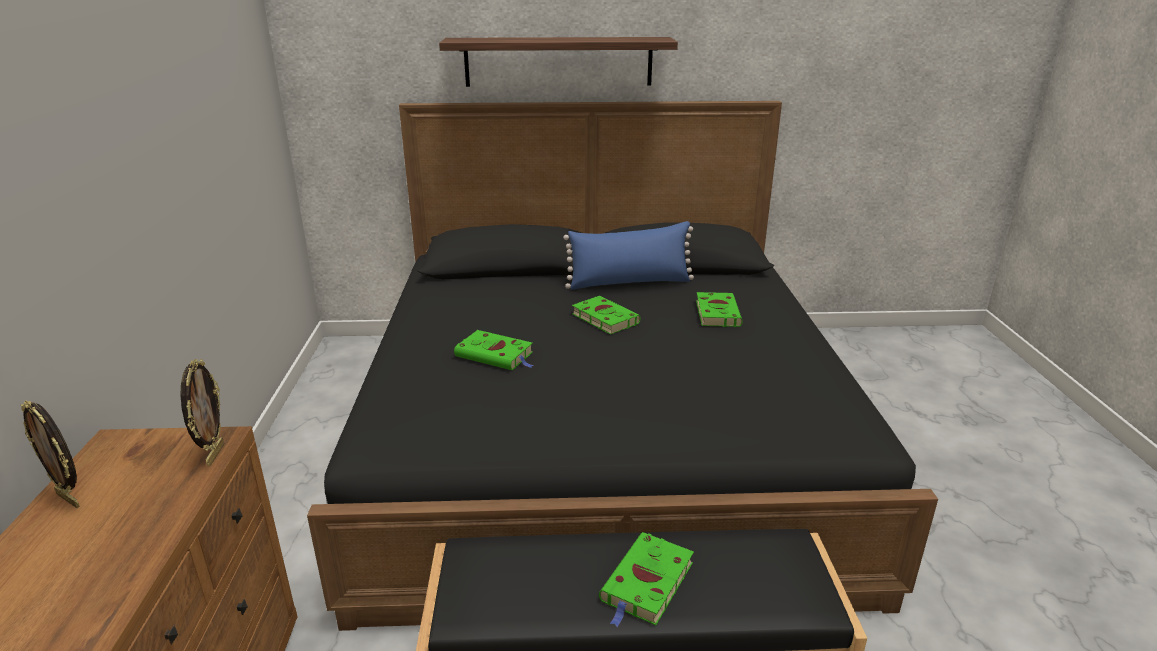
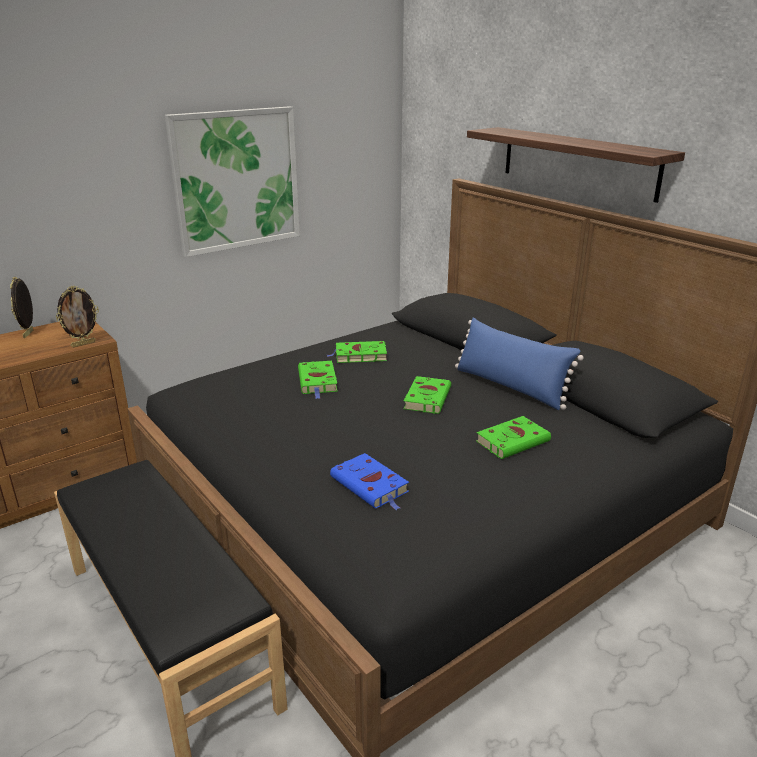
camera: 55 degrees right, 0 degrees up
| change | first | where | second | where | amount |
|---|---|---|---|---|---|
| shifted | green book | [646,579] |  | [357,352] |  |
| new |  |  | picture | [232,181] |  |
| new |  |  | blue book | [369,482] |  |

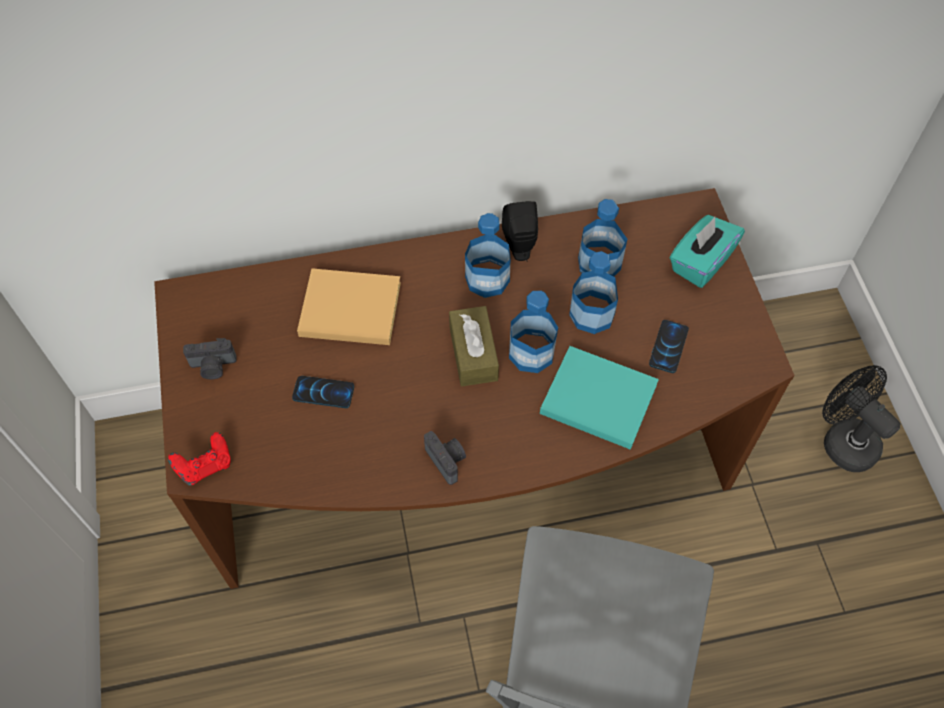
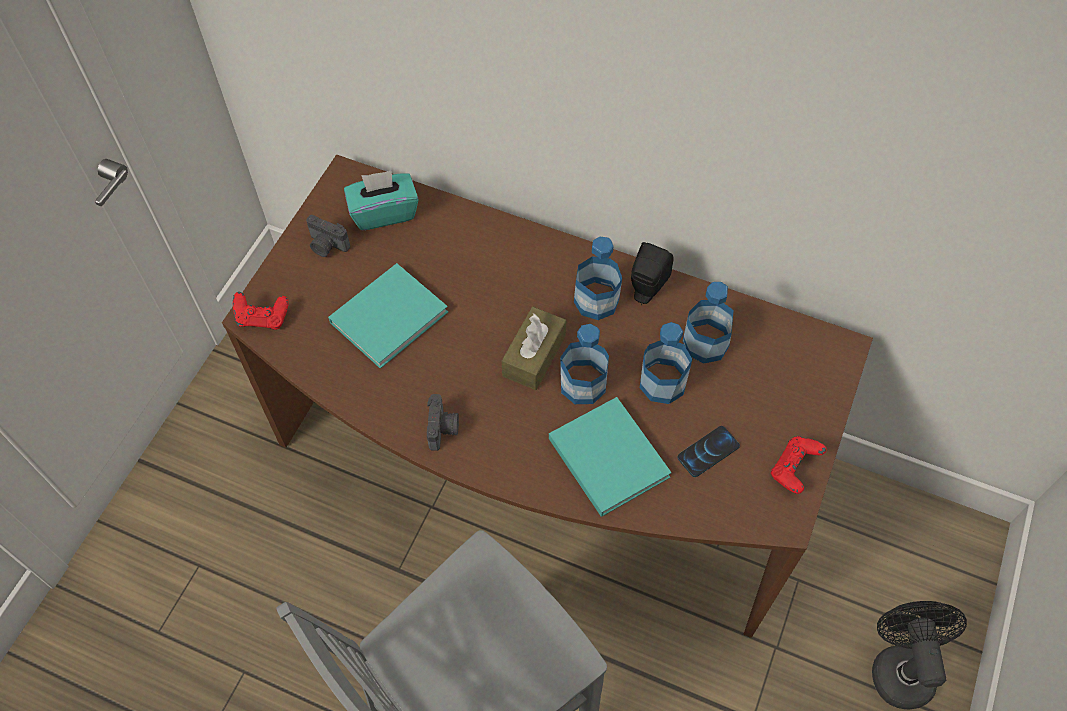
camera: 35 degrees right, 0 degrees up
| change | first | where | second | where | amount |
|---|---|---|---|---|---|
| swapped | phone | [323,392] | turquoise book | [388,316] |  |
| gone | beige book | [349,306] |  |  |  |
| shifted | turquoise tissue box | [707,251] |  | [381,200] |  |
| new |  |  | red game controller | [799,465] |  |

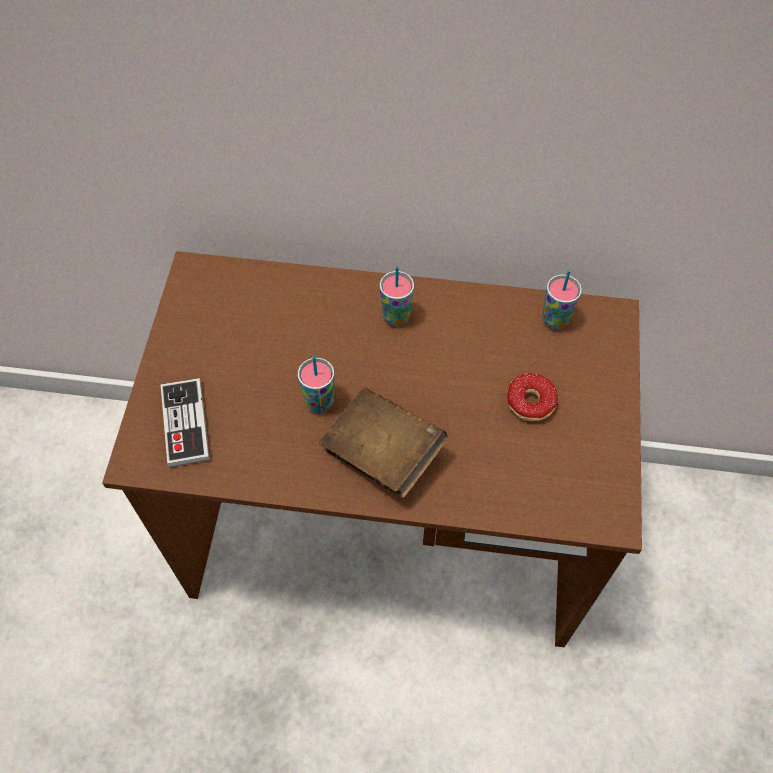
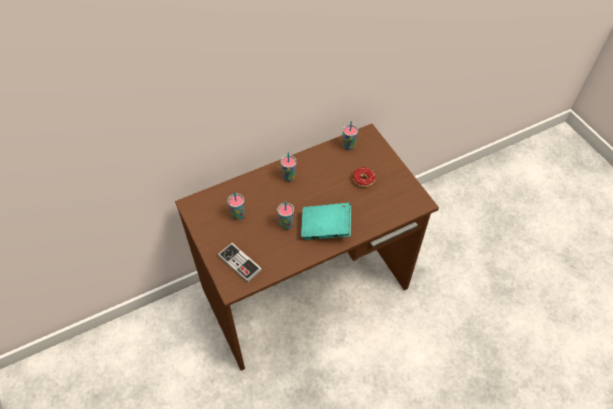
camera: 35 degrees left, 5 degrees down
| change | first | where | second | where | amount |
|---|---|---|---|---|---|
| repainted | brown book | [383,443] | turquoise book | [326,221] |  |
| new |  |  | cup | [236,206] |  |

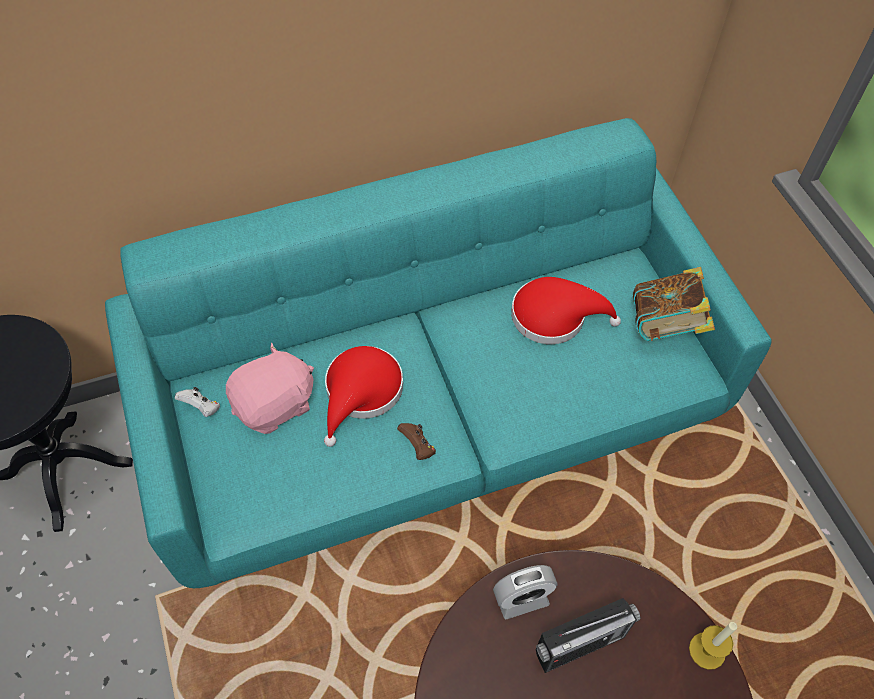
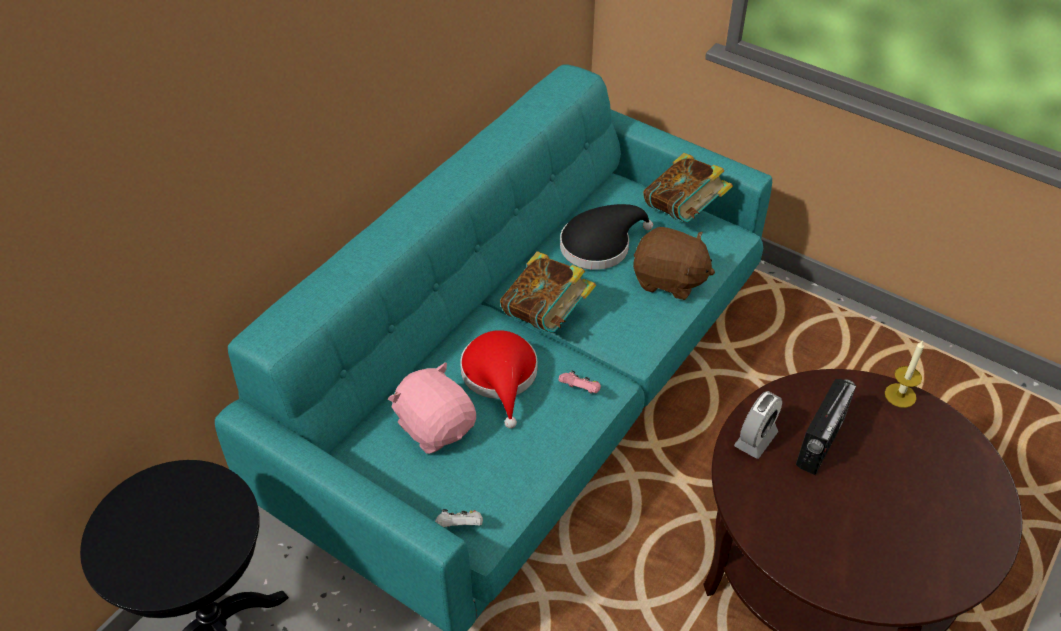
camera: 35 degrees left, 10 degrees down
| change | first | where | second | where | amount |
|---|---|---|---|---|---|
| shifted | white game controller | [197,402] |  | [459,518] |  |
| rotated | pink plush toy | [270,388] |  | [432,408] | 60 degrees counterclockwise |
| repainted | brown game controller | [416,441] | pink game controller | [579,382] |  |
| repainted | red hat | [566,310] | black hat | [606,237] |  |
| new |  |  | book | [548,292] |  |
| new |  |  | brown plush toy | [674,263] |  |

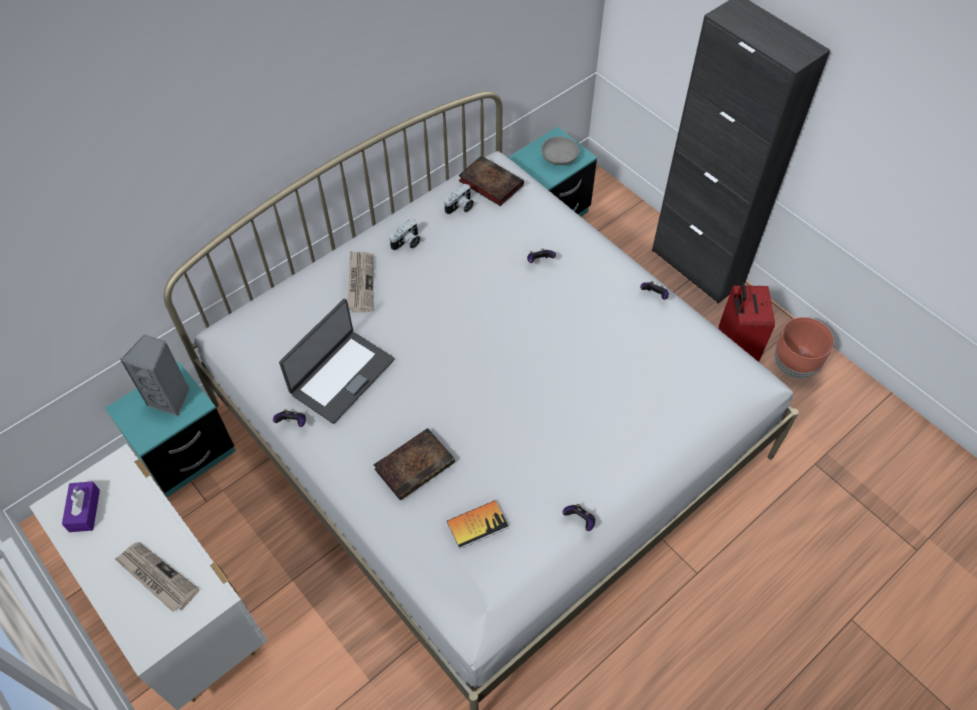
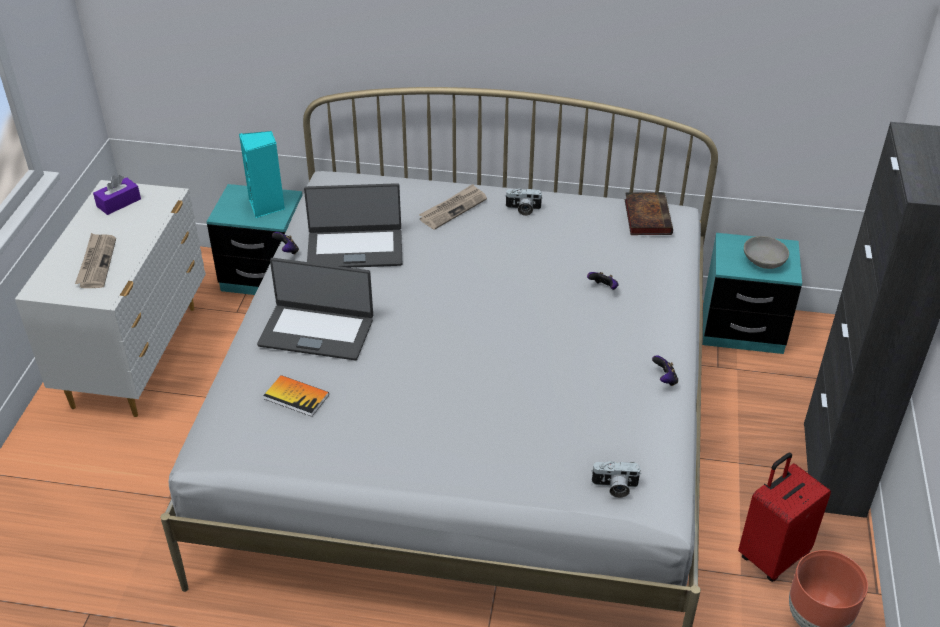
camera: 50 degrees right, 15 degrees down
| change | first | where | second | where | amount |
|---|---|---|---|---|---|
| repainted | grey speaker | [155,375] | turquoise speaker | [262,174] |  |
| swapped | book | [414,464] | laptop | [315,309] |  |
| shifted | photo camera | [459,199] |  | [617,479] |  |
| gone | game controller | [578,517] |  |  |  |

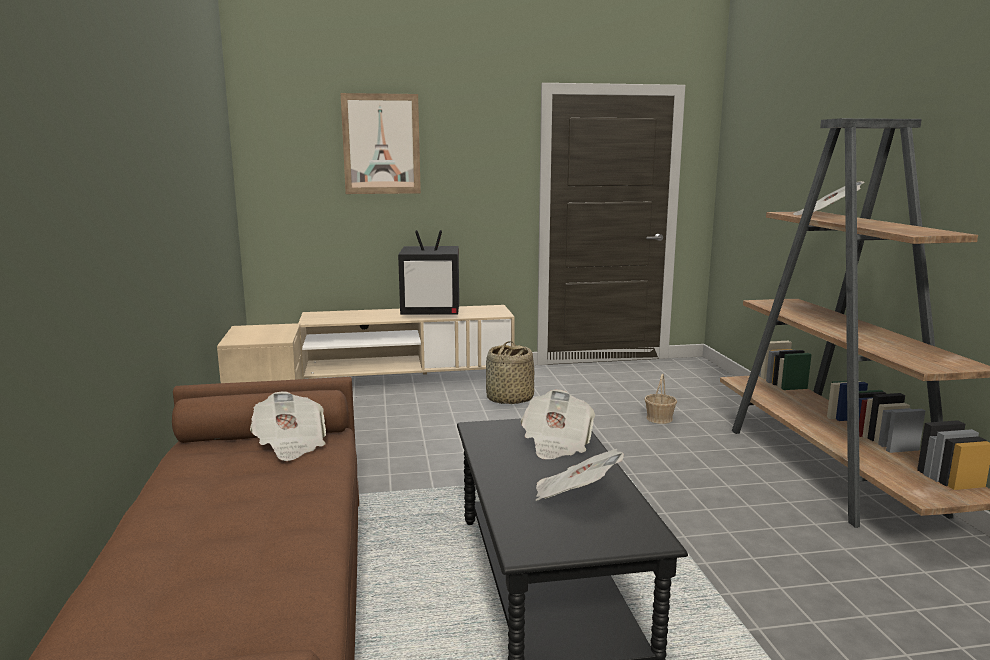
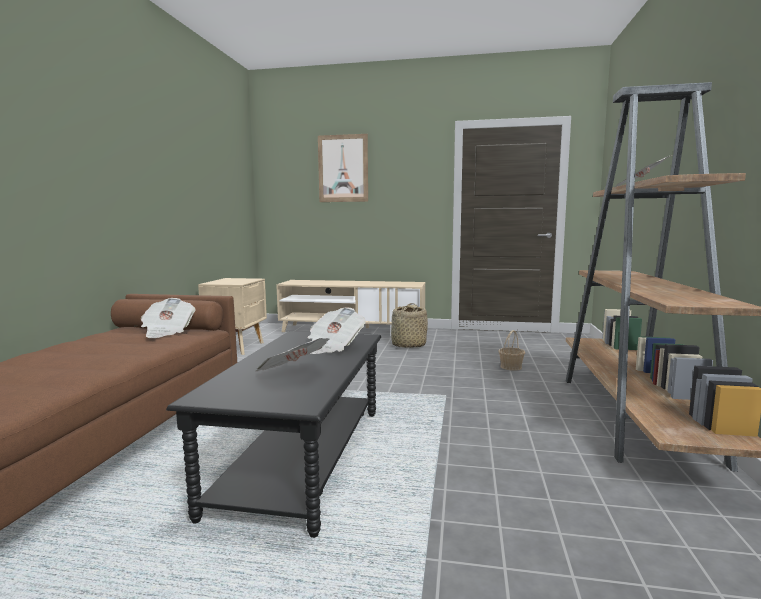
camera: 20 degrees right, 5 degrees down
| change | first | where | second | where | amount |
|---|---|---|---|---|---|
| gone | television | [428,272] |  |  |  |

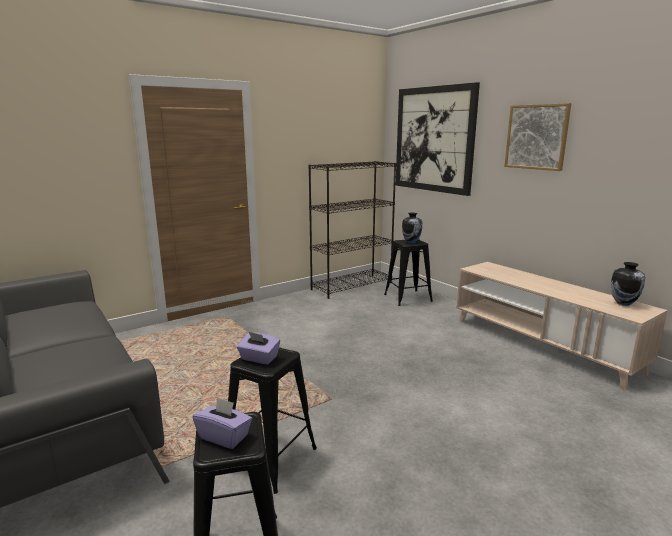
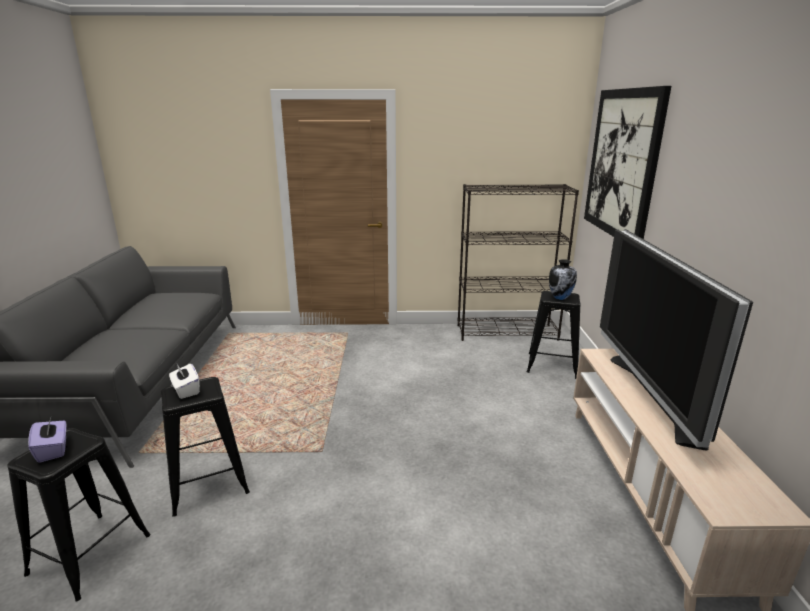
camera: 35 degrees right, 5 degrees up
| change | first | where | second | where | amount |
|---|---|---|---|---|---|
| repainted | purple tissue box | [258,348] | white tissue box | [184,381] |  |
| gone | picture | [537,137] |  |  |  |
| gone | vase | [628,284] |  |  |  |
| new |  |  | television | [676,340] |  |

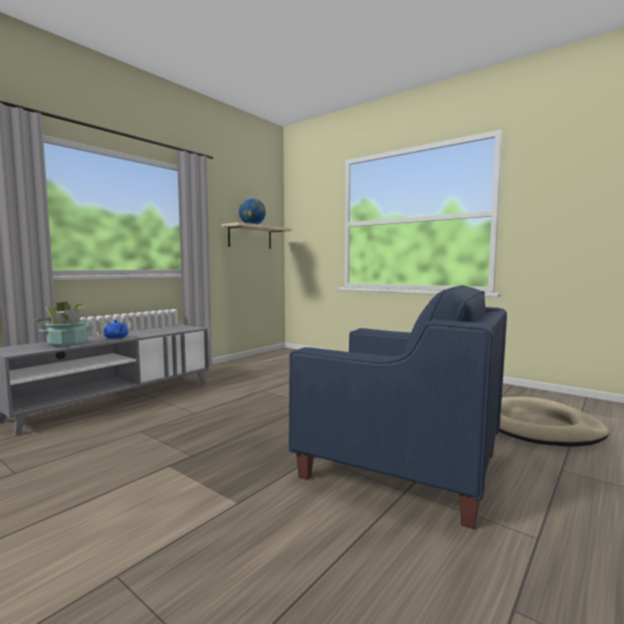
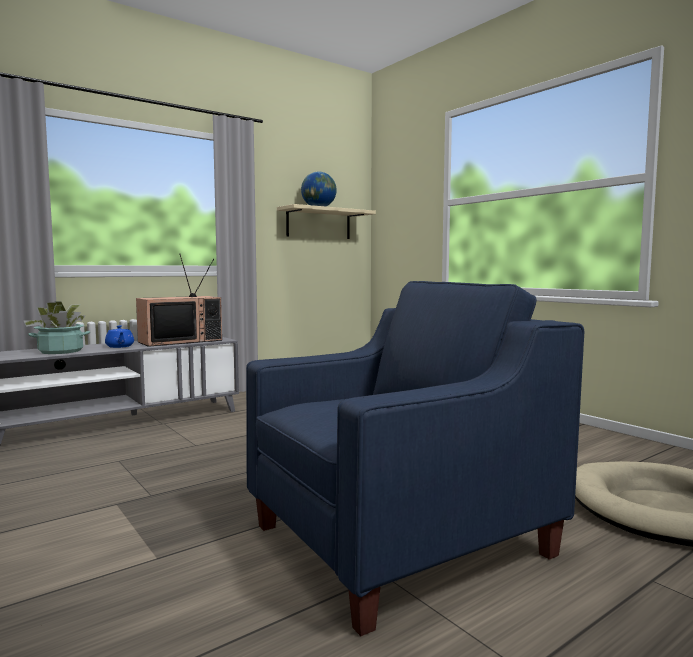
camera: 15 degrees right, 0 degrees up
| change | first | where | second | where | amount |
|---|---|---|---|---|---|
| rotated | blue armchair | [398,407] |  | [415,458] | 75 degrees counterclockwise |
| new |  |  | television | [179,301] |  |

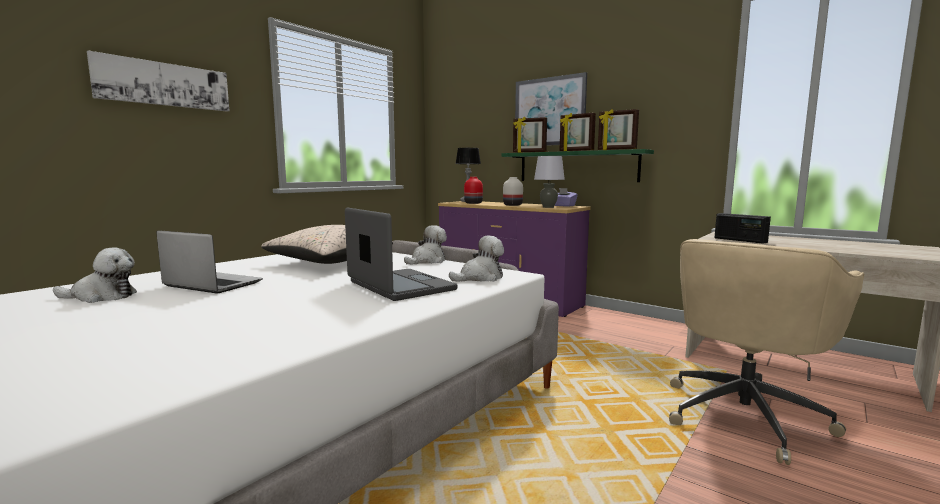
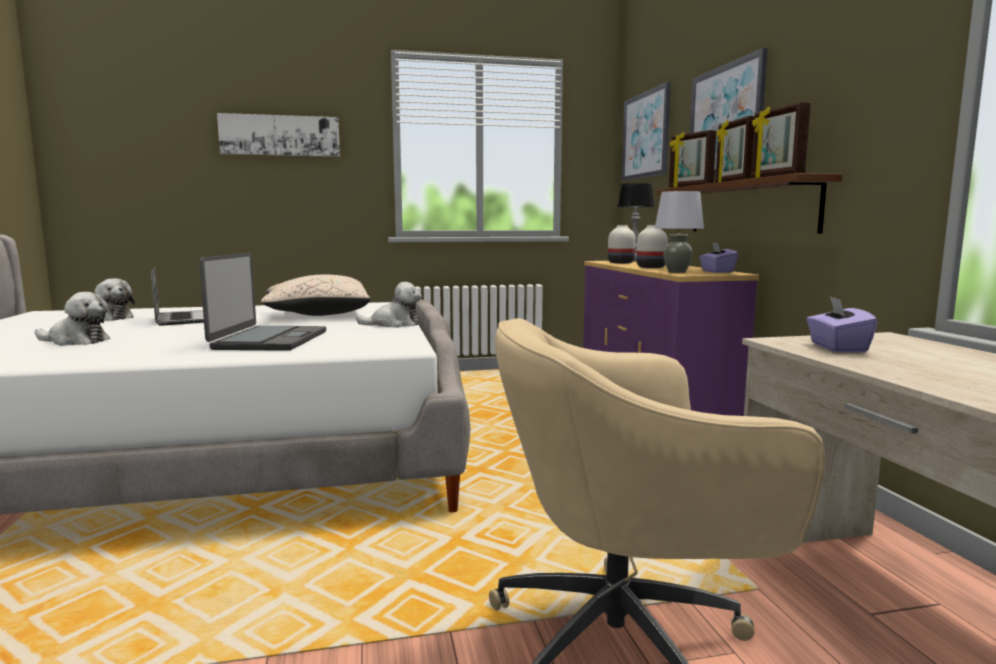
camera: 40 degrees right, 0 degrees up
| change | first | where | second | where | amount |
|---|---|---|---|---|---|
| shifted | plush toy | [476,259] |  | [72,319] |  |
| repainted | red vase | [473,190] | white vase | [622,244] |  |
| repainted | green shelf | [577,165] | brown shelf | [749,203] |  |
| swapped | radio | [743,228] | purple tissue box | [842,324] |  |
| new |  |  | picture | [646,131] |  |

